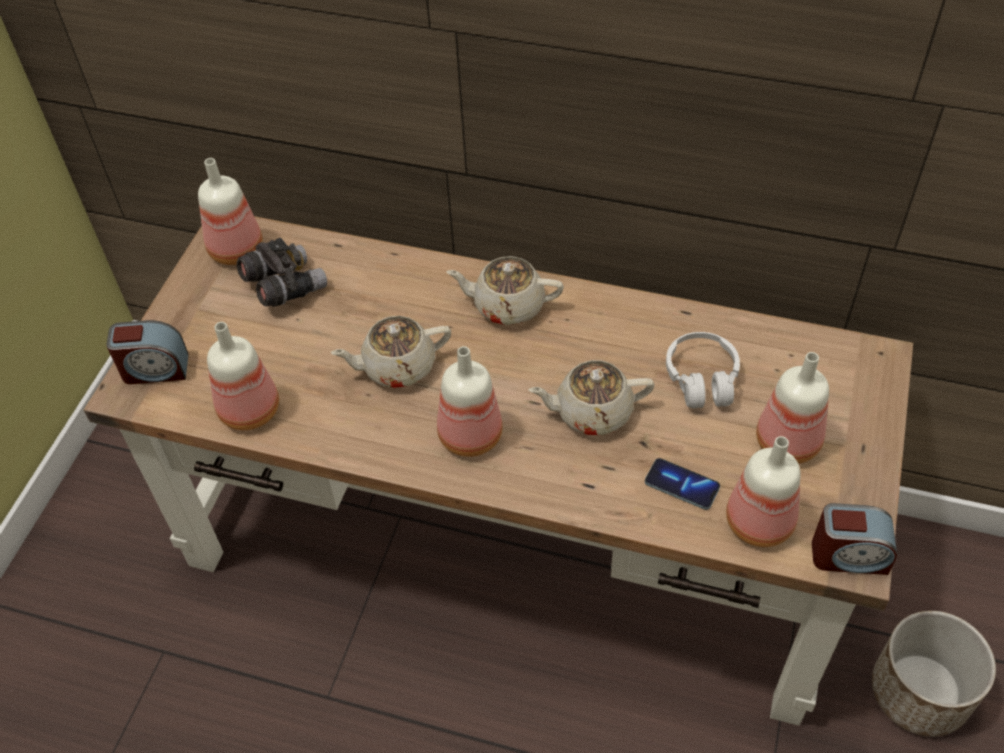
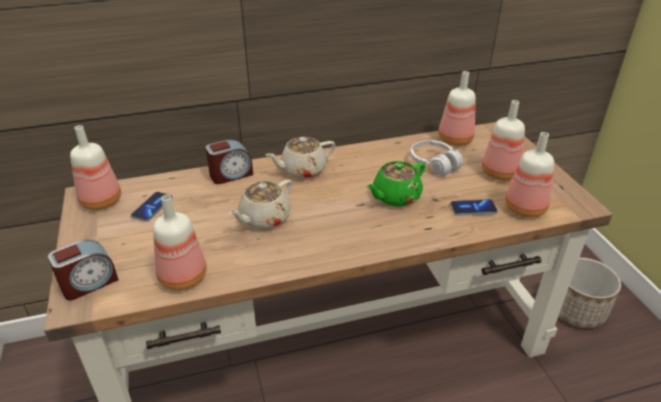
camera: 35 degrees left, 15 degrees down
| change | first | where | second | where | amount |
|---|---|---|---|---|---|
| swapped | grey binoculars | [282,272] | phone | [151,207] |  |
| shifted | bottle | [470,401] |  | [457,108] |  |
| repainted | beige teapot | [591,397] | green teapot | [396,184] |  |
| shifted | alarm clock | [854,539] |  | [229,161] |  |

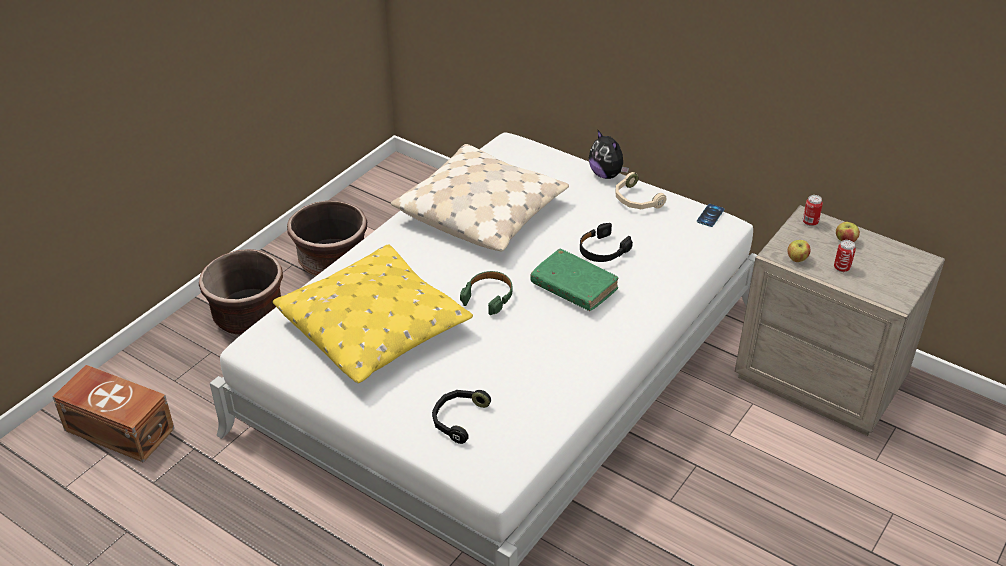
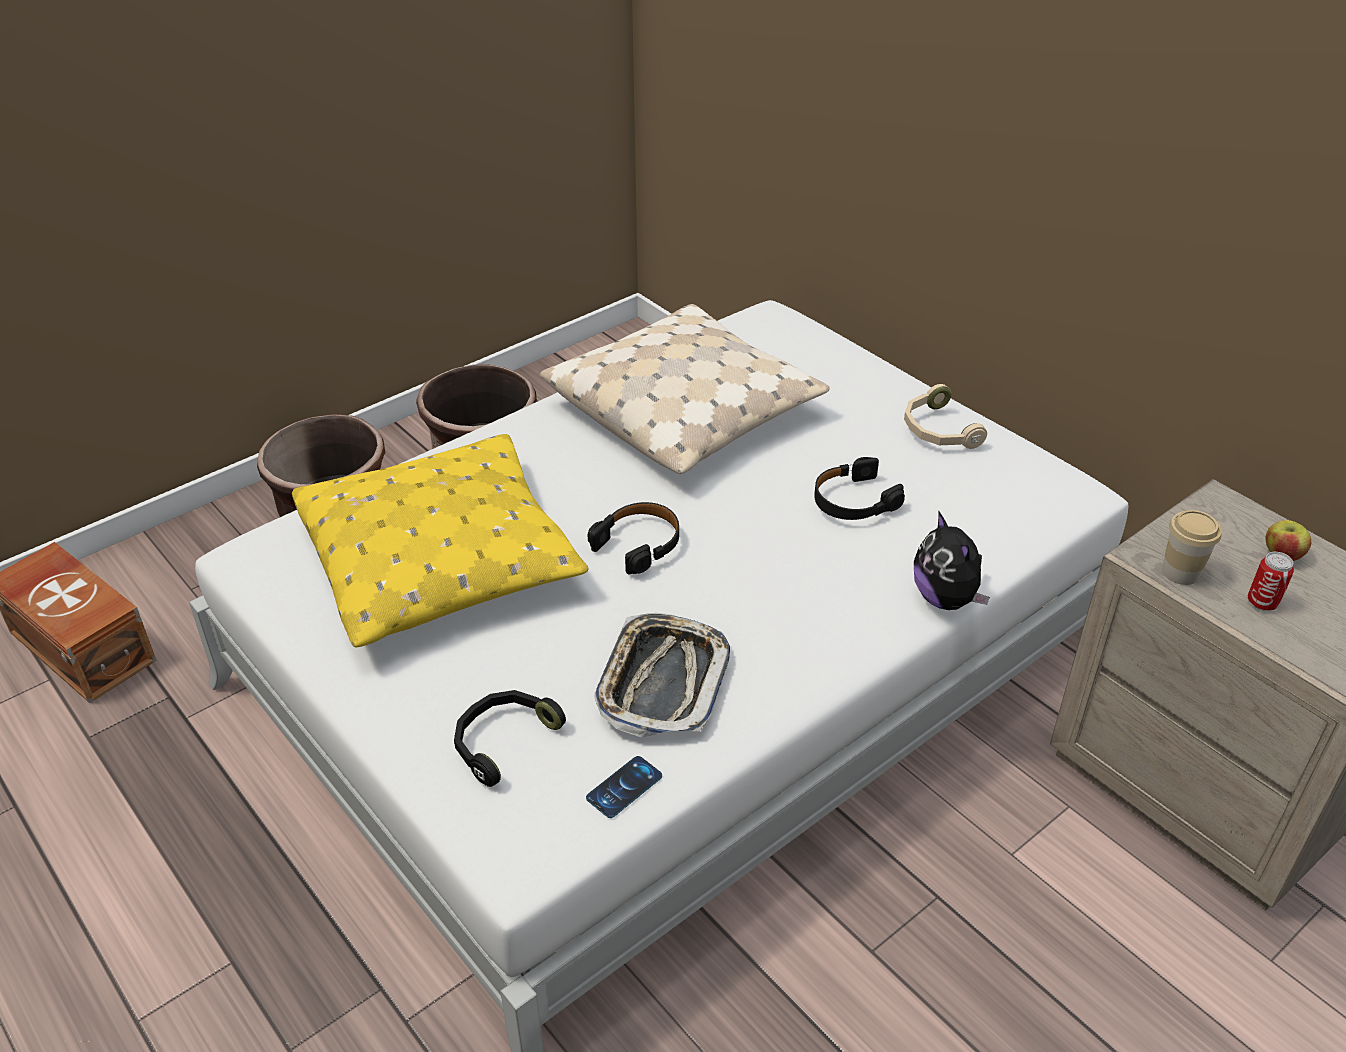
camera: 15 degrees right, 0 degrees up
| change | first | where | second | where | amount |
|---|---|---|---|---|---|
| repainted | green headphones | [486,293] | black headphones | [633,538] |  |
| gone | green book | [574,280] |  |  |  |
| shifted | plush toy | [609,154] |  | [952,560] |  |
| shifted | phone | [710,215] |  | [624,787] |  |
| swapped | apple | [799,251] | cup | [1192,547] |  |
| gone | can | [813,210] |  |  |  |
| new |  |  | tray | [662,675] |  |

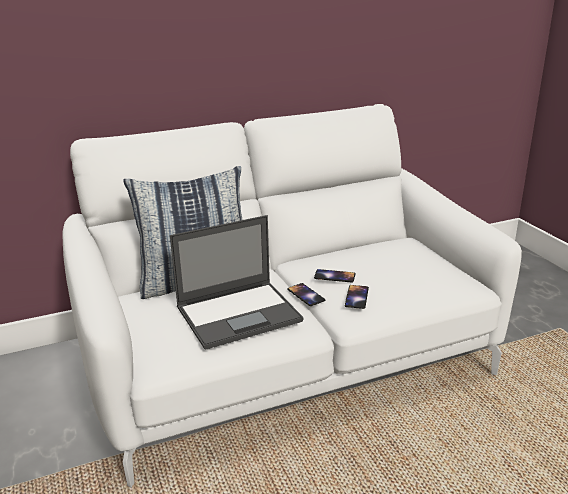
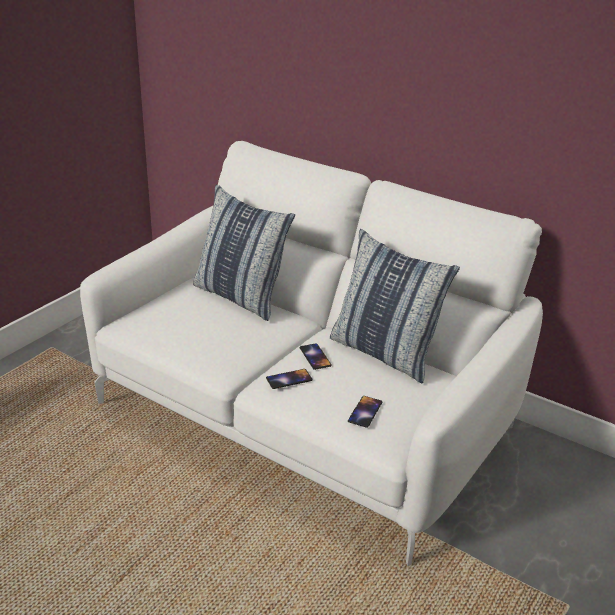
camera: 55 degrees right, 5 degrees up
| change | first | where | second | where | amount |
|---|---|---|---|---|---|
| gone | laptop | [237,282] |  |  |  |
| shifted | phone | [306,294] |  | [365,412] |  |
| new |  |  | pillow | [395,306] |  |

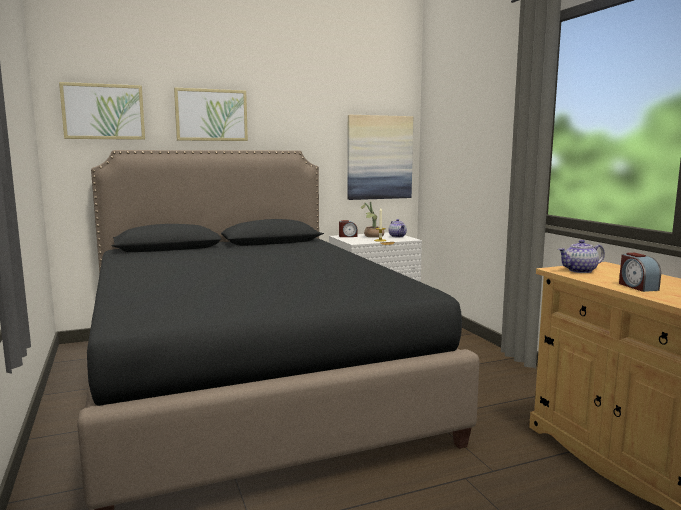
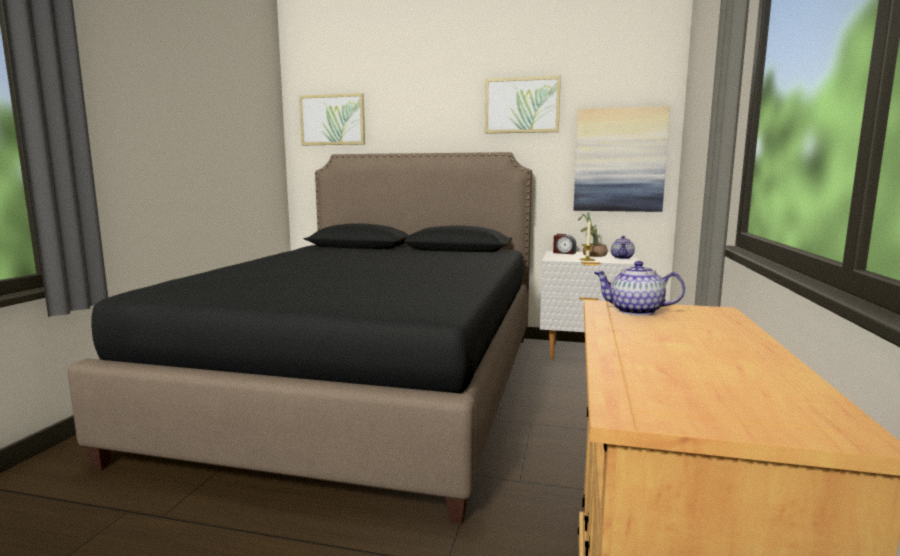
camera: 35 degrees right, 0 degrees up
| change | first | where | second | where | amount |
|---|---|---|---|---|---|
| shifted | picture | [211,114] |  | [523,105] |  |
| gone | alarm clock | [640,272] |  |  |  |

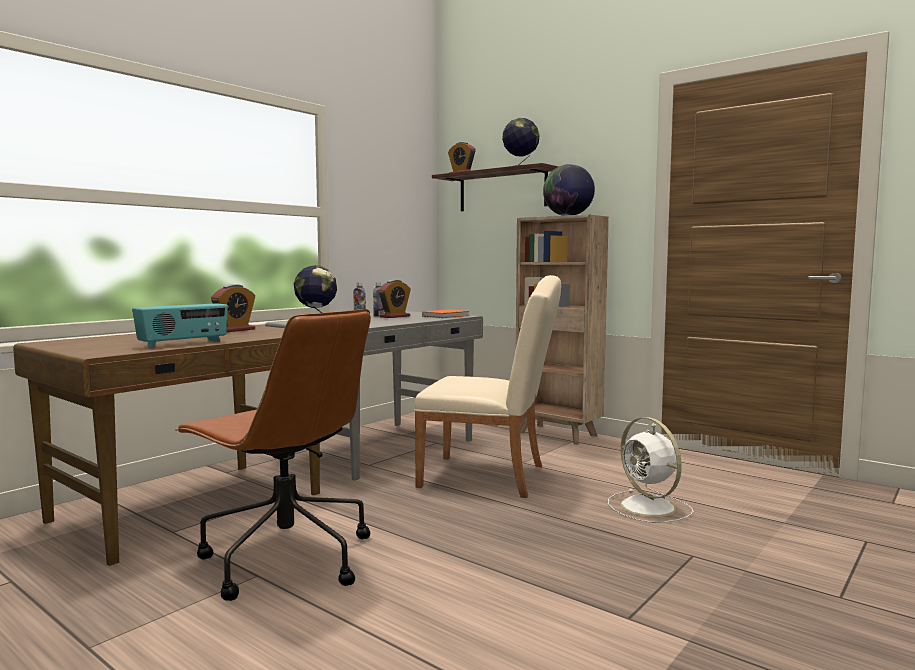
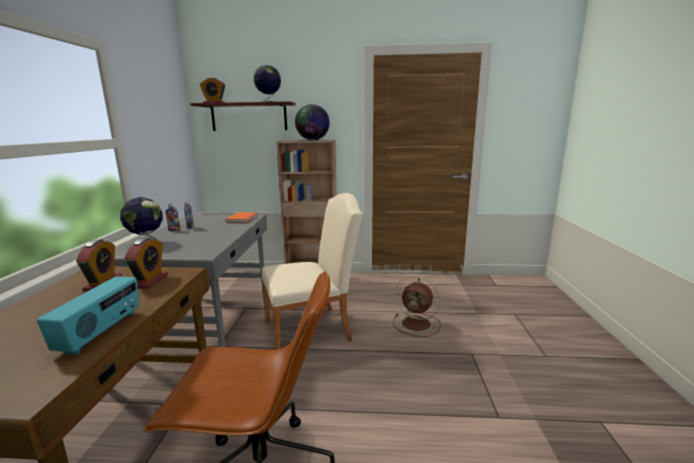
camera: 35 degrees left, 10 degrees up
| change | first | where | second | where | amount |
|---|---|---|---|---|---|
| shifted | alarm clock | [394,299] |  | [146,263] |  |
| repainted | white fan | [650,470] | brown fan | [417,306] |  |

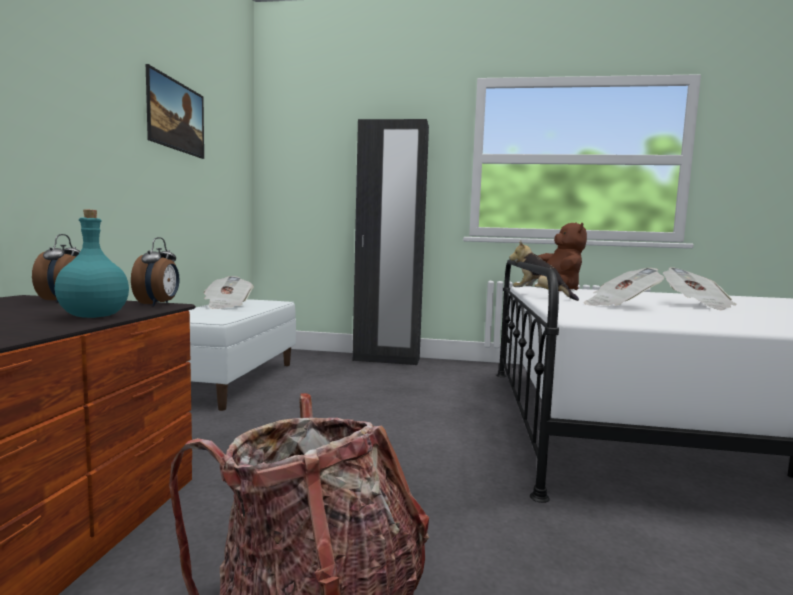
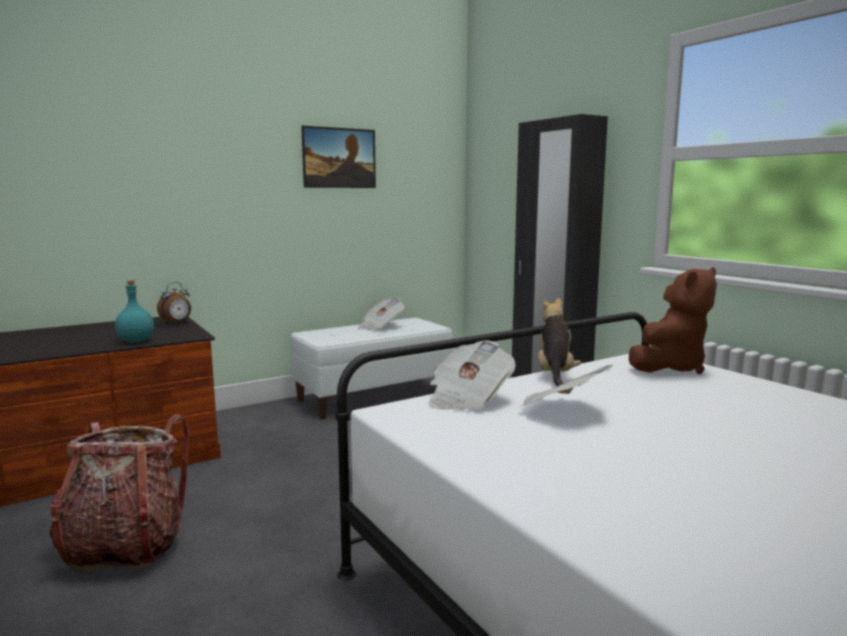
camera: 50 degrees right, 5 degrees up
| change | first | where | second | where | amount |
|---|---|---|---|---|---|
| gone | alarm clock | [155,271] |  |  |  |
| shifted | newspaper | [700,288] |  | [472,375] |  |

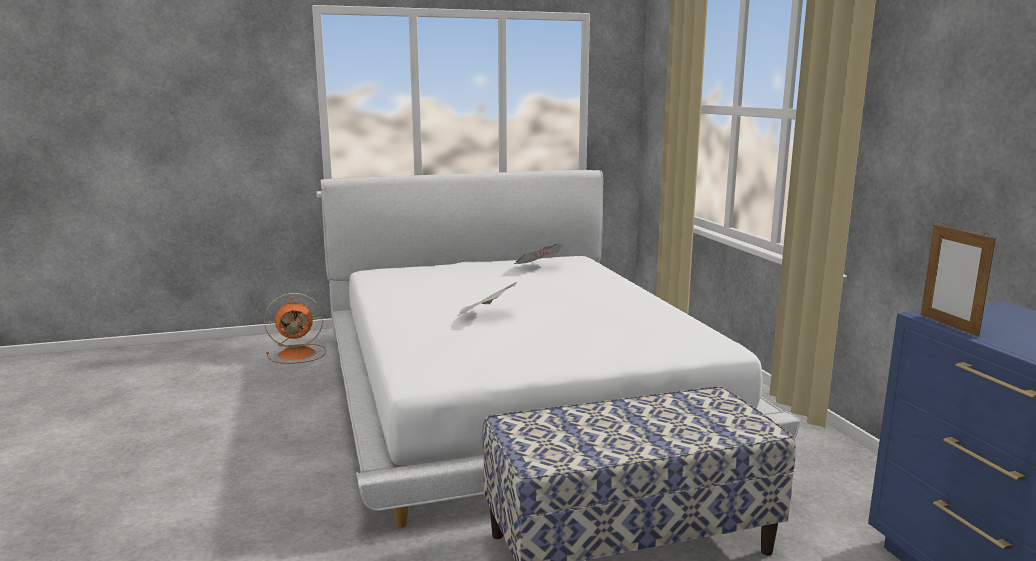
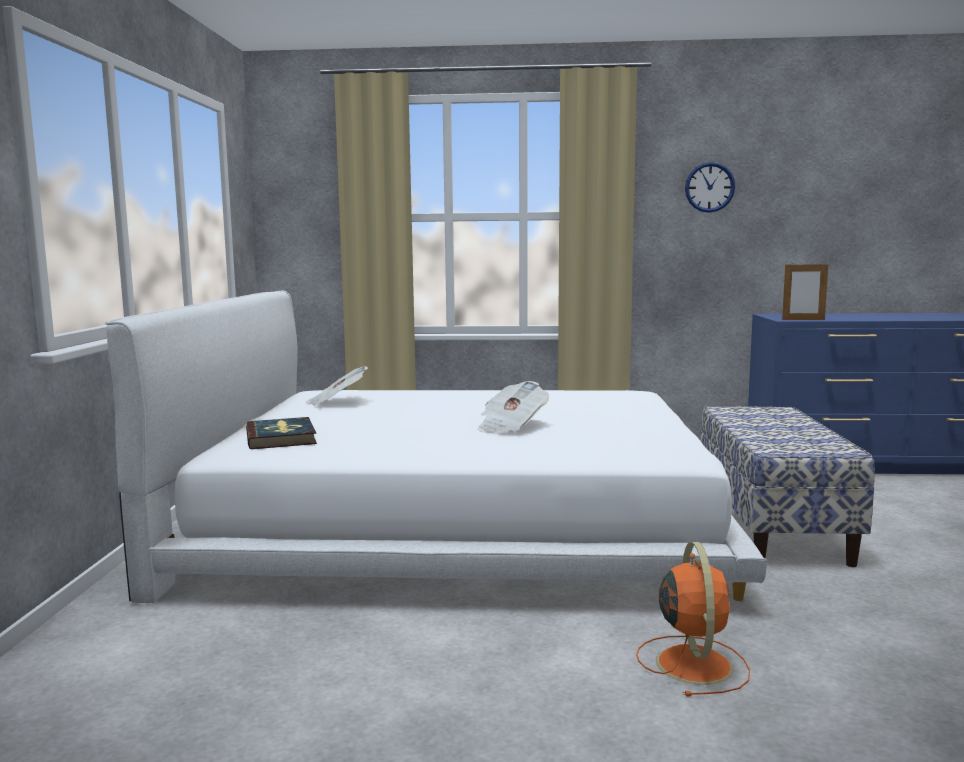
camera: 70 degrees left, 5 degrees down
| change | first | where | second | where | amount |
|---|---|---|---|---|---|
| shifted | orange fan | [295,328] |  | [693,619] |  |
| new |  |  | book | [281,433] |  |
| new |  |  | wall clock | [710,187] |  |

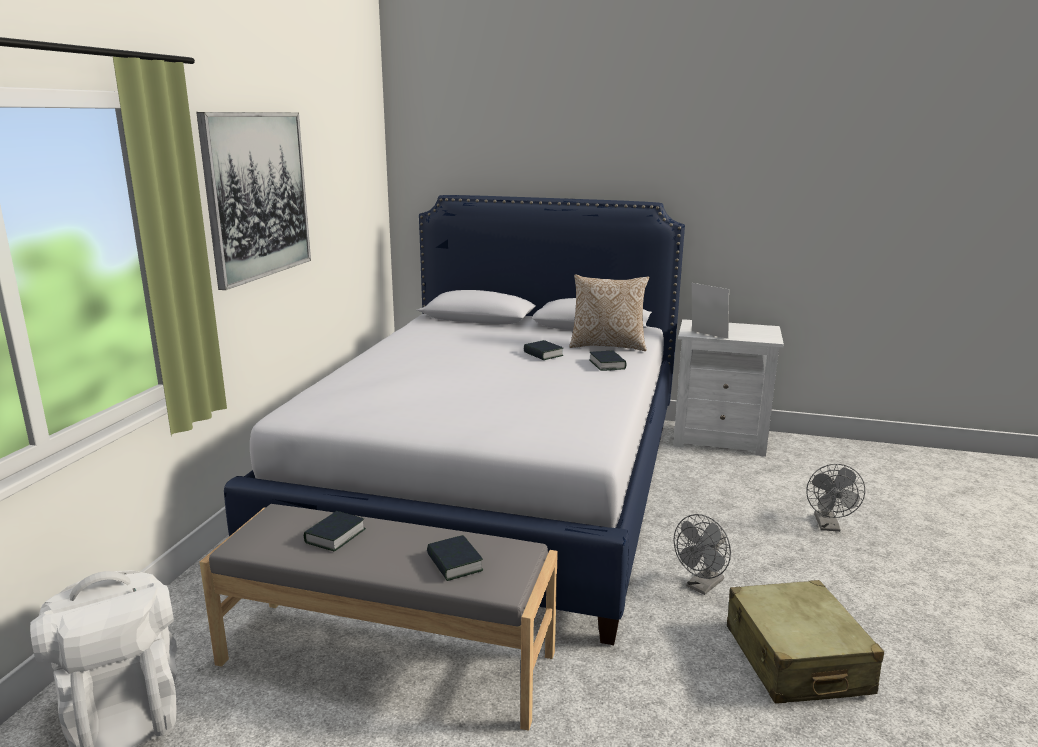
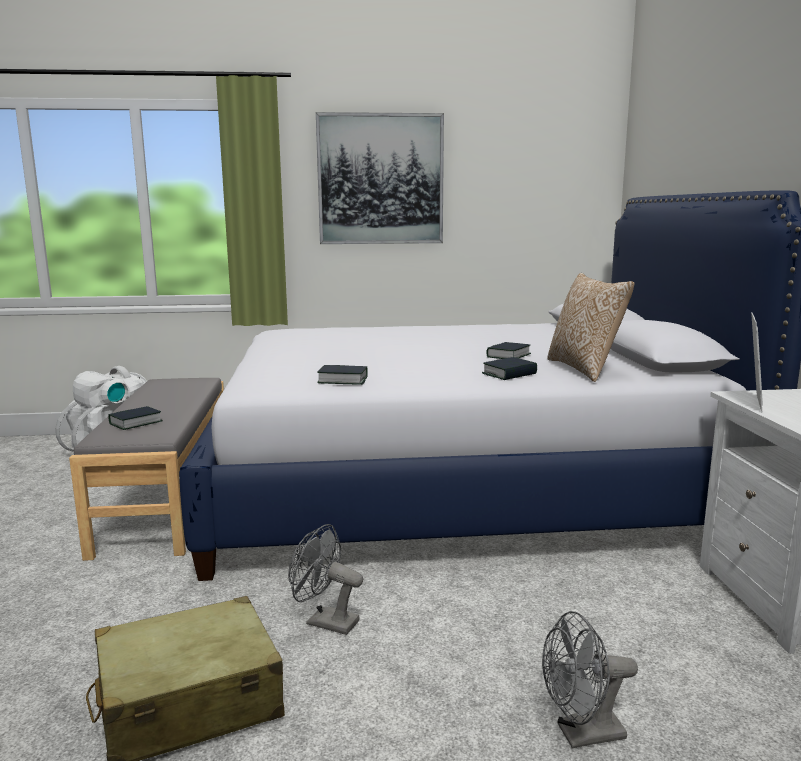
camera: 70 degrees right, 5 degrees down
| change | first | where | second | where | amount |
|---|---|---|---|---|---|
| shifted | book | [335,531] |  | [342,375] |  |

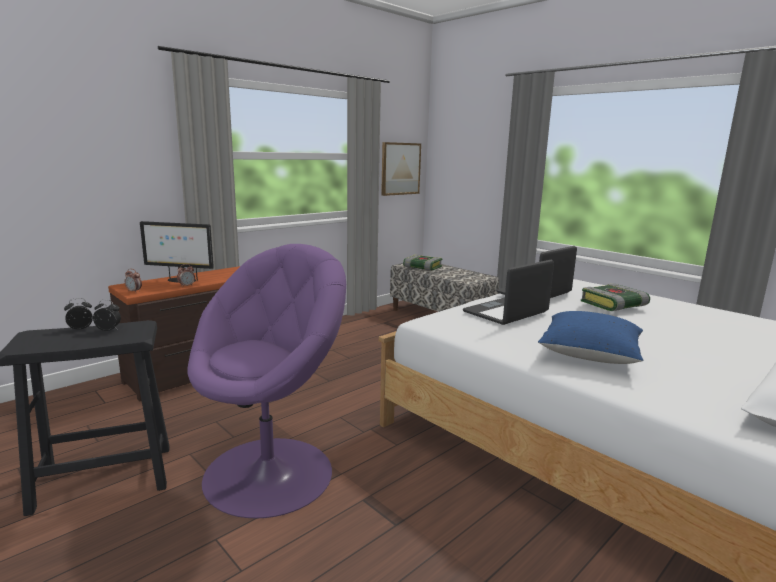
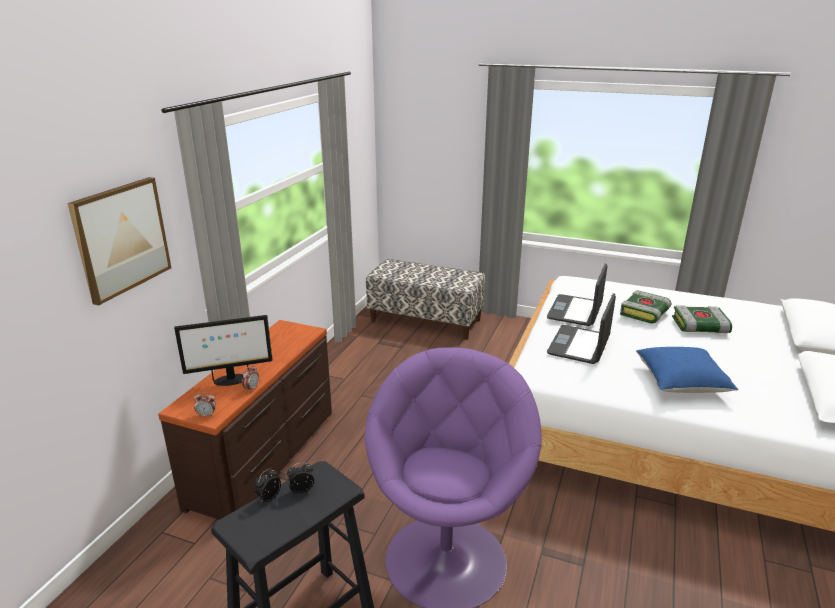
camera: 25 degrees left, 10 degrees up
| change | first | where | second | where | amount |
|---|---|---|---|---|---|
| shifted | picture | [401,169] |  | [119,241] |  |
| shifted | book | [423,262] |  | [702,319] |  |

